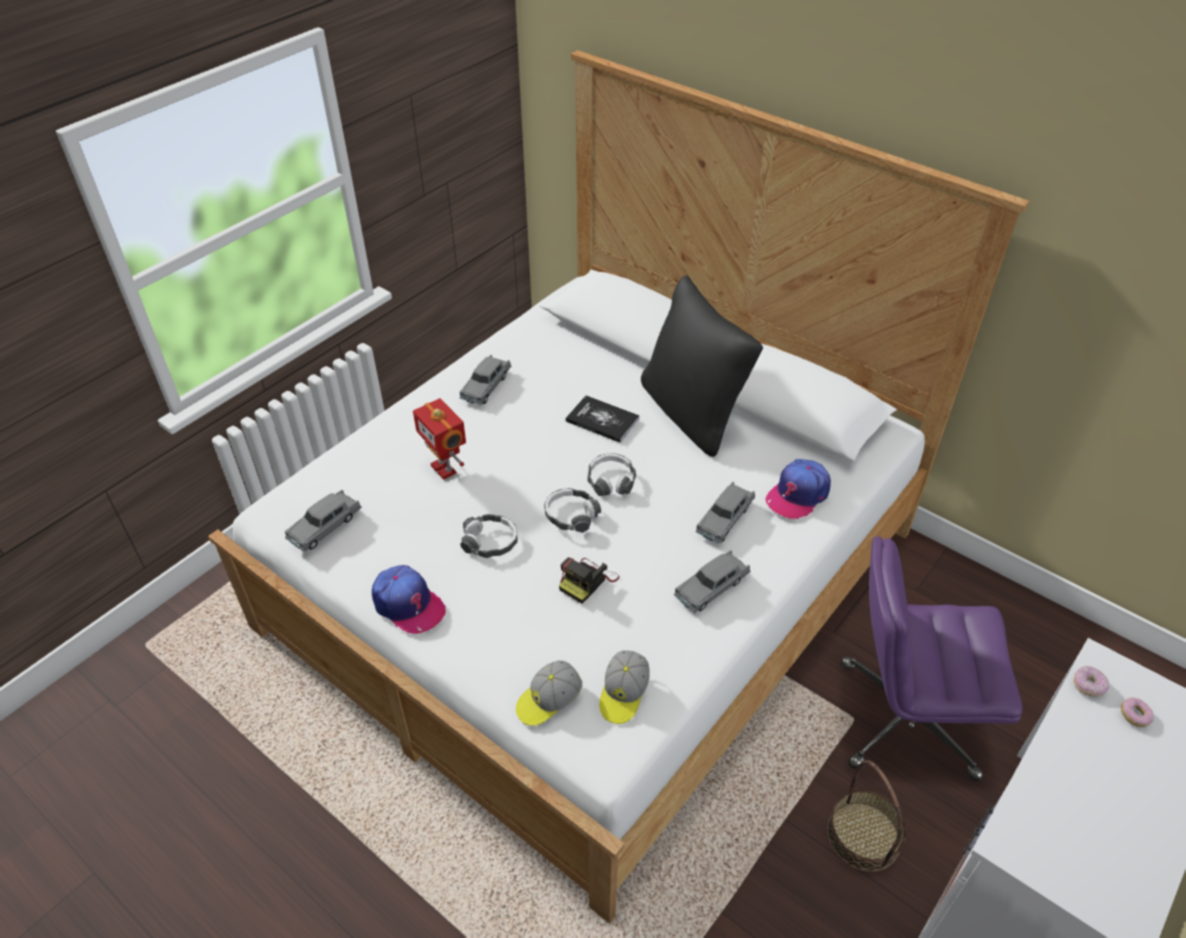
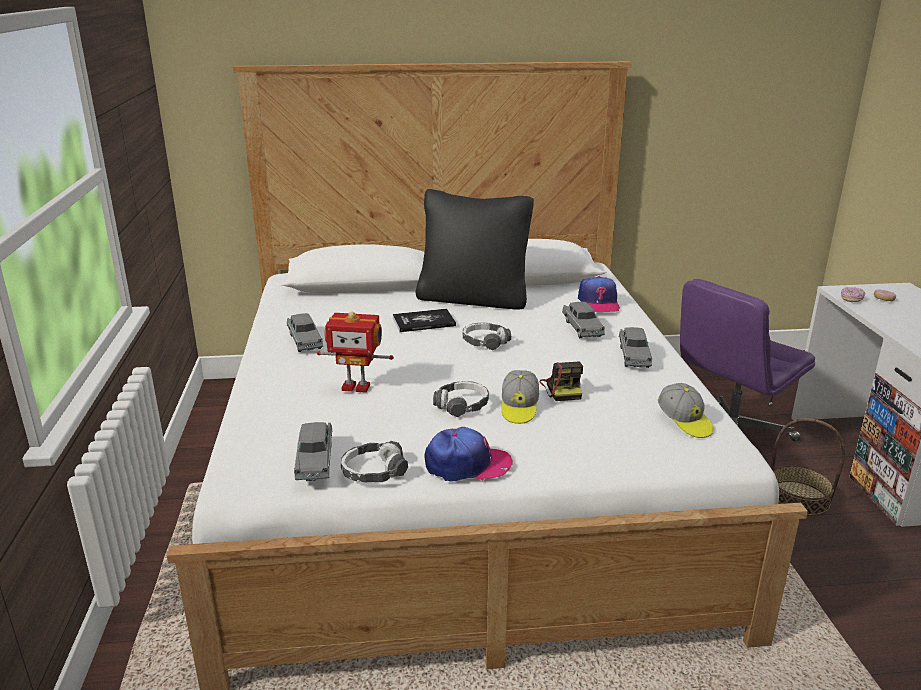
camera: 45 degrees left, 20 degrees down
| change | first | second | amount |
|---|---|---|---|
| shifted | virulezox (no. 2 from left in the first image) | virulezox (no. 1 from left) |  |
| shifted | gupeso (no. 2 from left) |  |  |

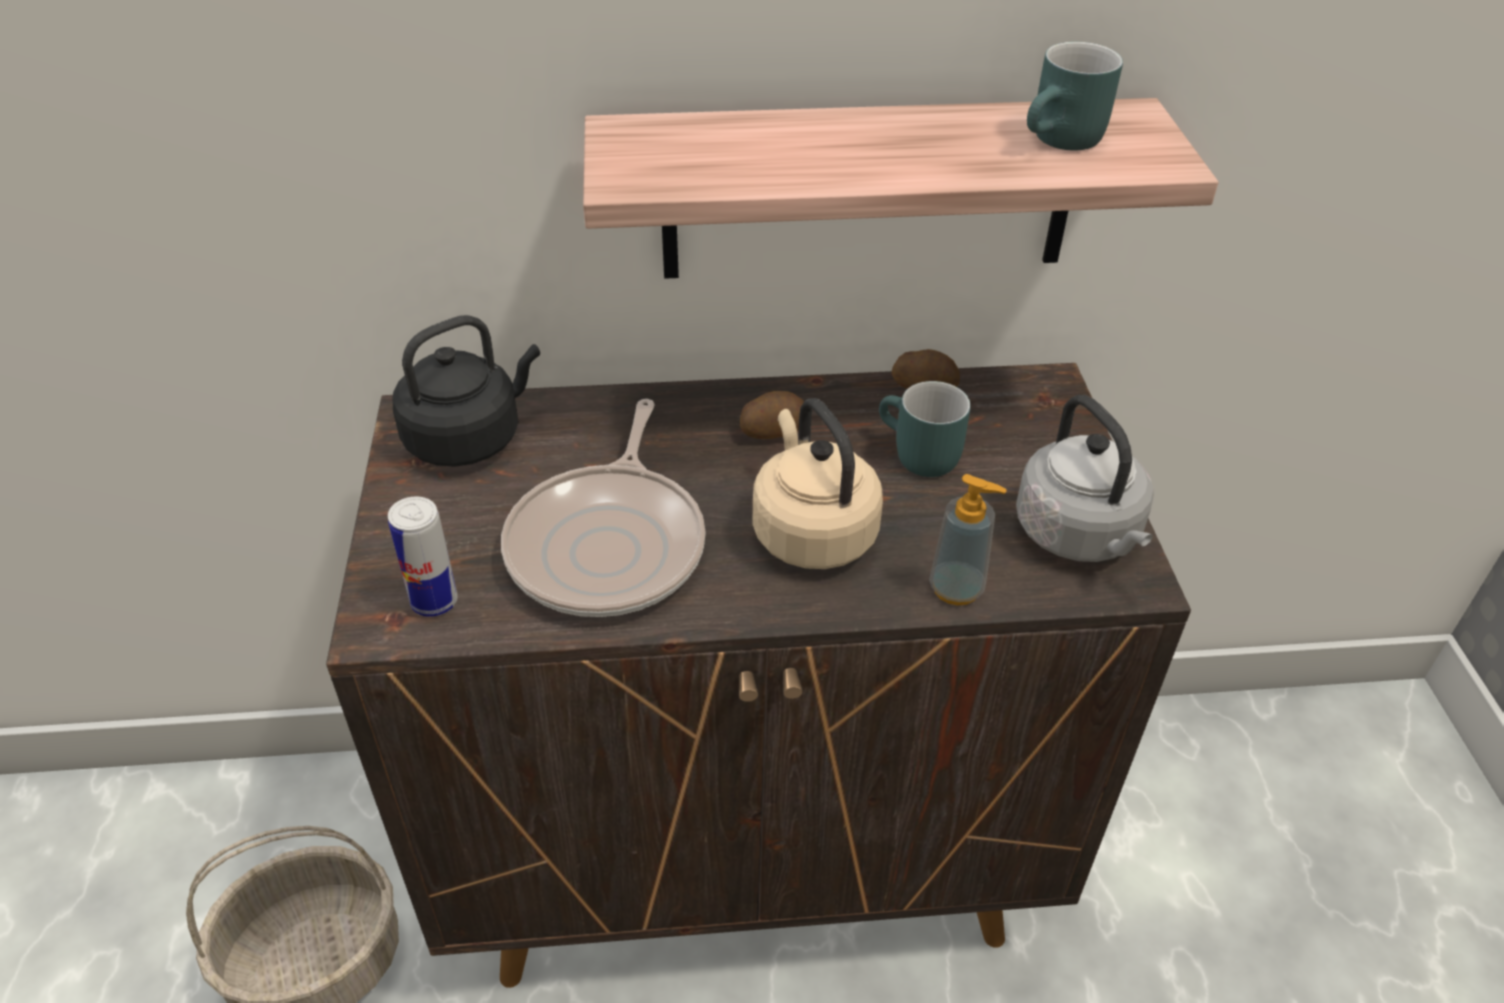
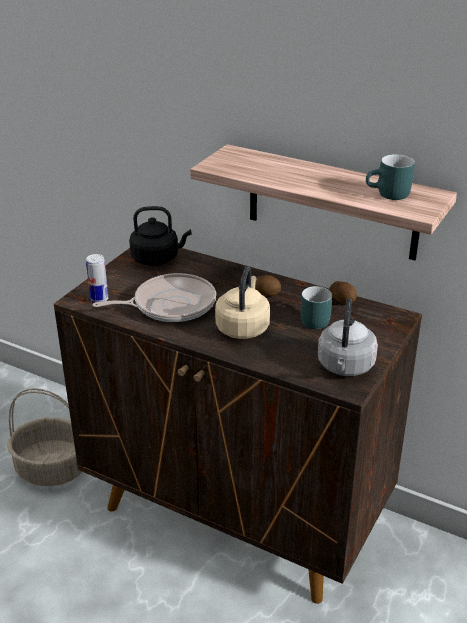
camera: 35 degrees right, 10 degrees down
| change | first | second | amount |
|---|---|---|---|
| rotated | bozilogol |  | 150 degrees counterclockwise |
| gone | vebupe |  |  |

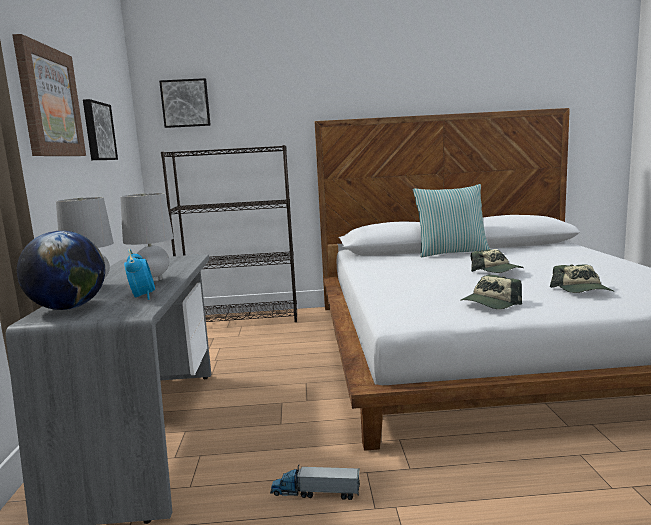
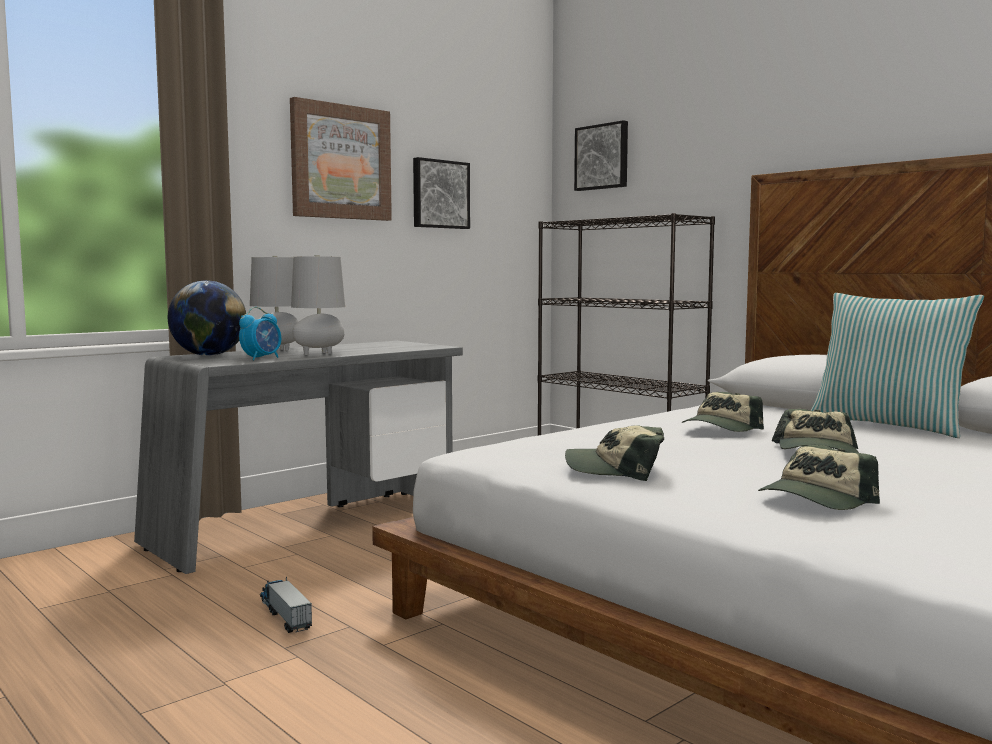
camera: 50 degrees right, 5 degrees down
| change | first | second | amount |
|---|---|---|---|
| new |  | gupeso (no. 2 from left) |  |

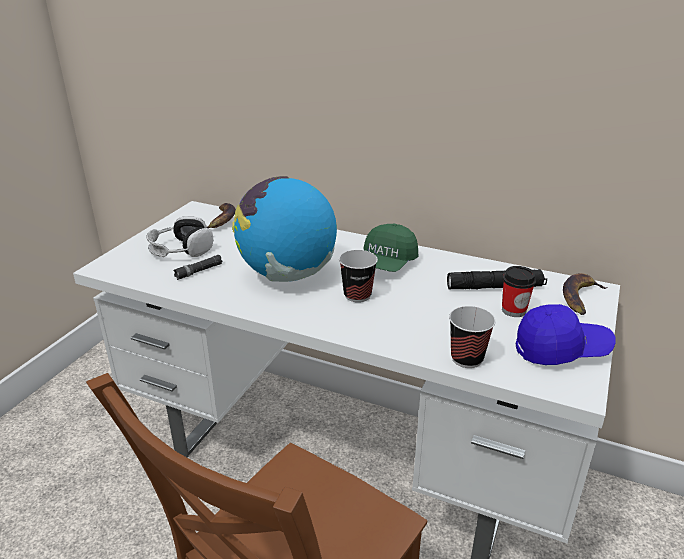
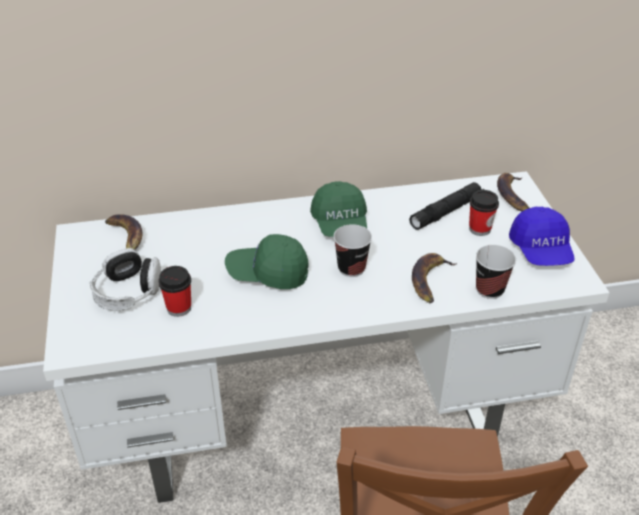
camera: 35 degrees left, 10 degrees up
| change | first | second | amount |
|---|---|---|---|
| swapped | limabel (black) (no. 1 from left) | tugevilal (no. 1 from left) |  |
| swapped | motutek | gupeso (green) (no. 1 from left) |  |
| new |  | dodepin (no. 2 from left) |  |
| rotated | gupeso (blue) |  | 120 degrees clockwise |

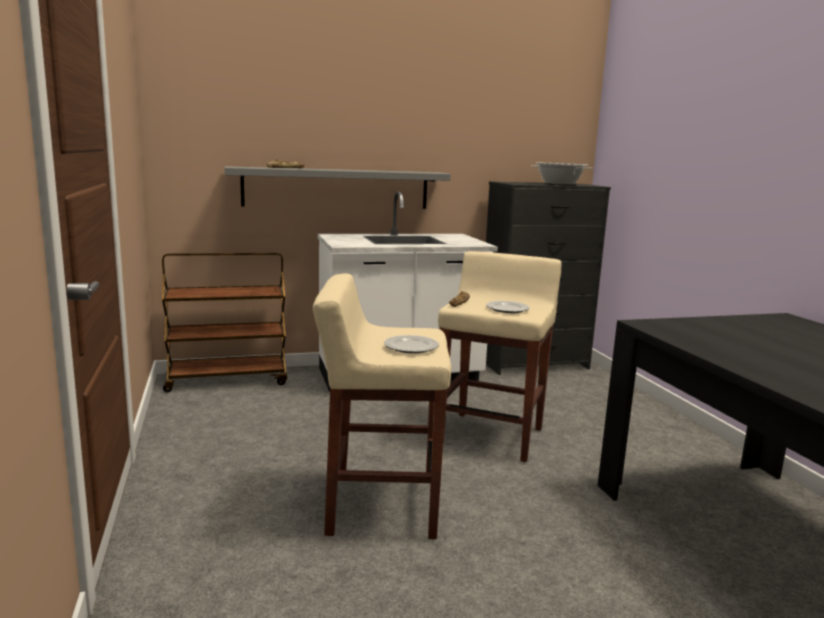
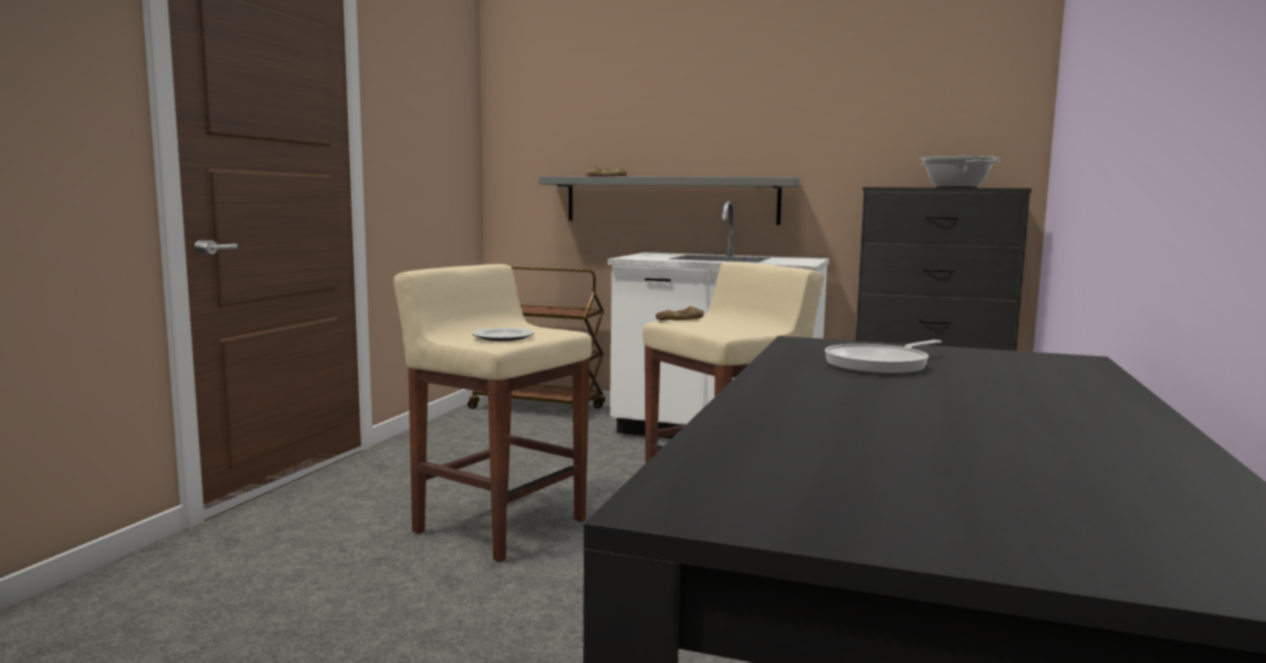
camera: 35 degrees right, 5 degrees down
| change | first | second | amount |
|---|---|---|---|
| new |  | bozilogol |  |
| gone | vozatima (no. 2 from left) |  |  |

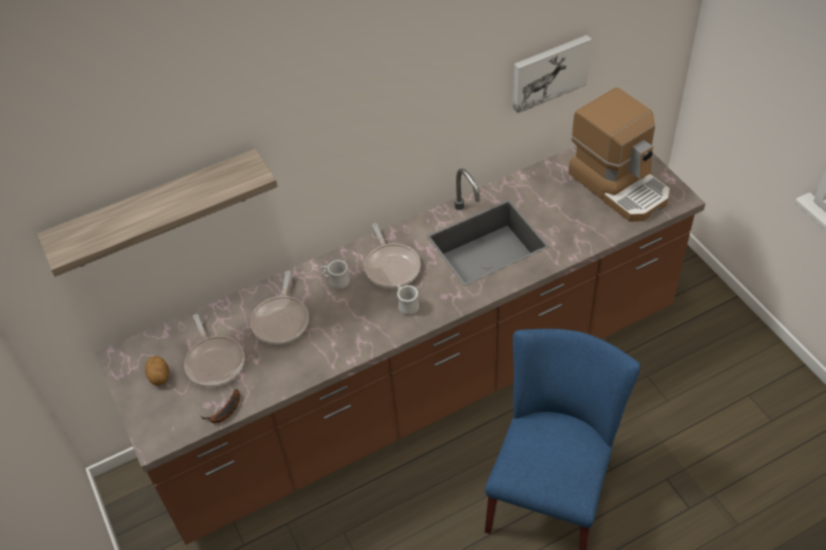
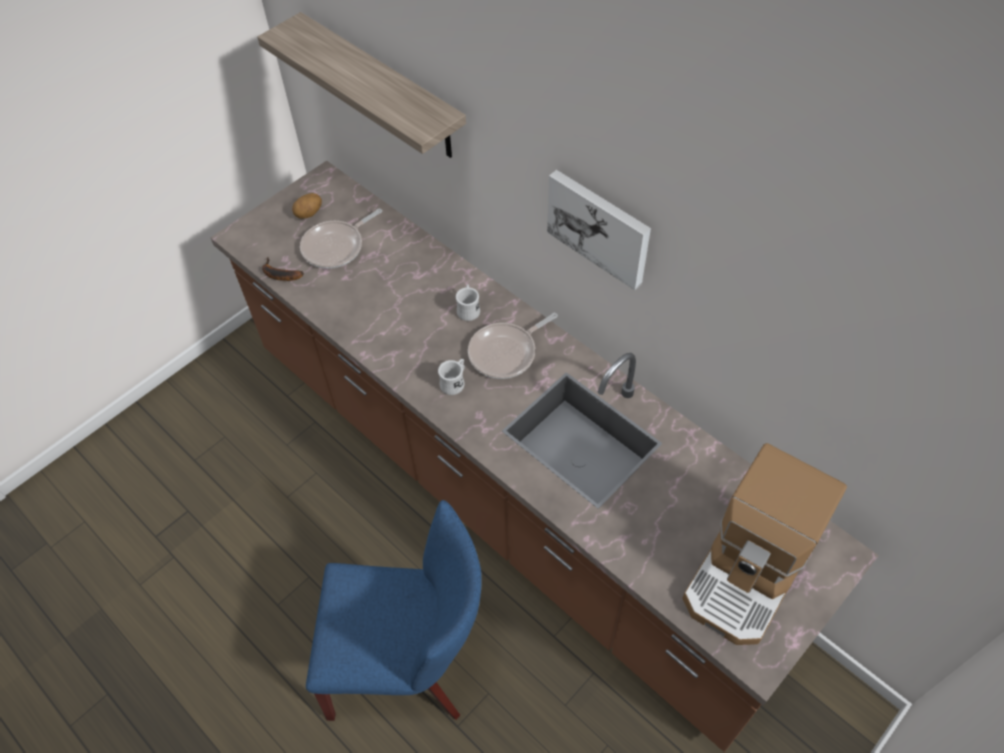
camera: 70 degrees right, 5 degrees up
| change | first | second | amount |
|---|---|---|---|
| shifted | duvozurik |  |  |
| gone | bozilogol (no. 2 from left) |  |  |

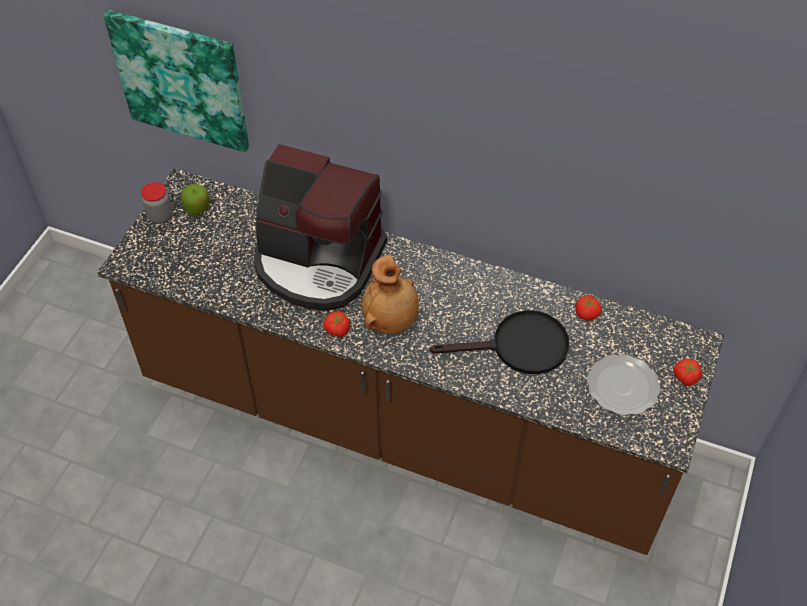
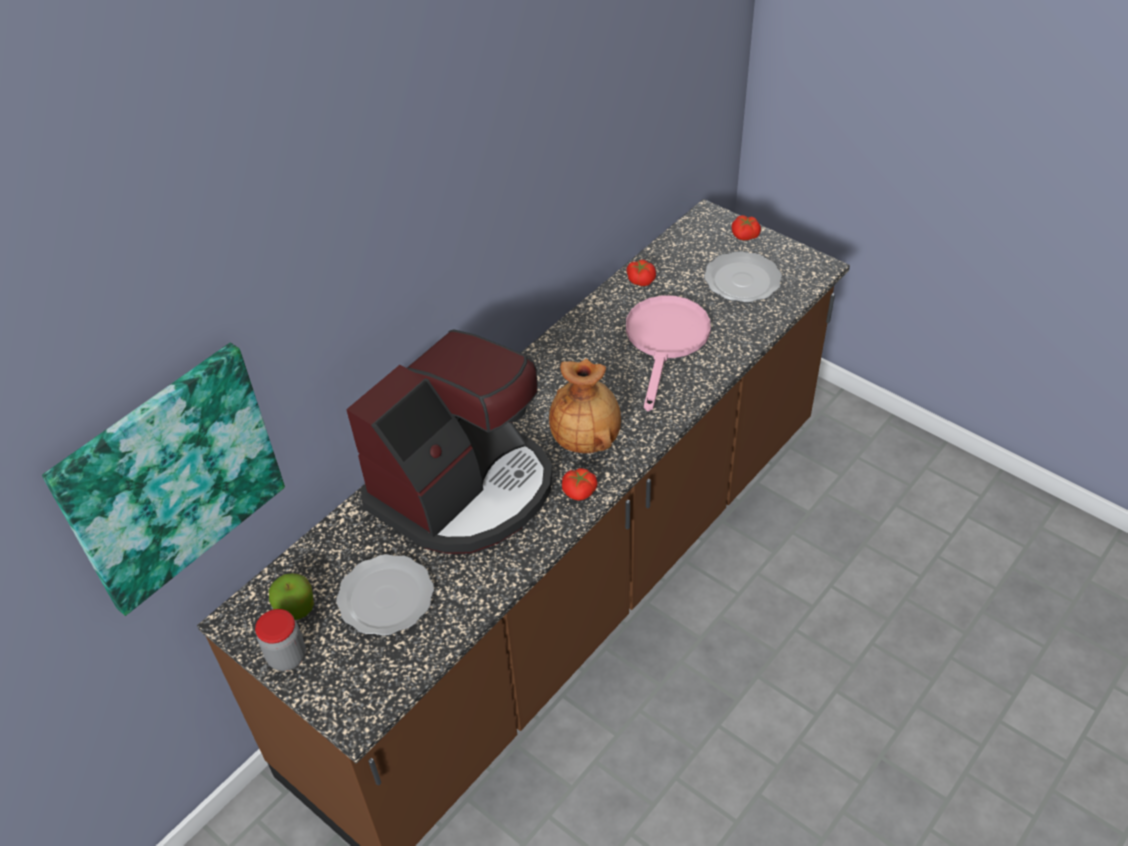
camera: 70 degrees left, 5 degrees down
| change | first | second | amount |
|---|---|---|---|
| new |  | vozatima (no. 1 from left) |  |
| repainted | bozilogol (black) | bozilogol (pink) |  |

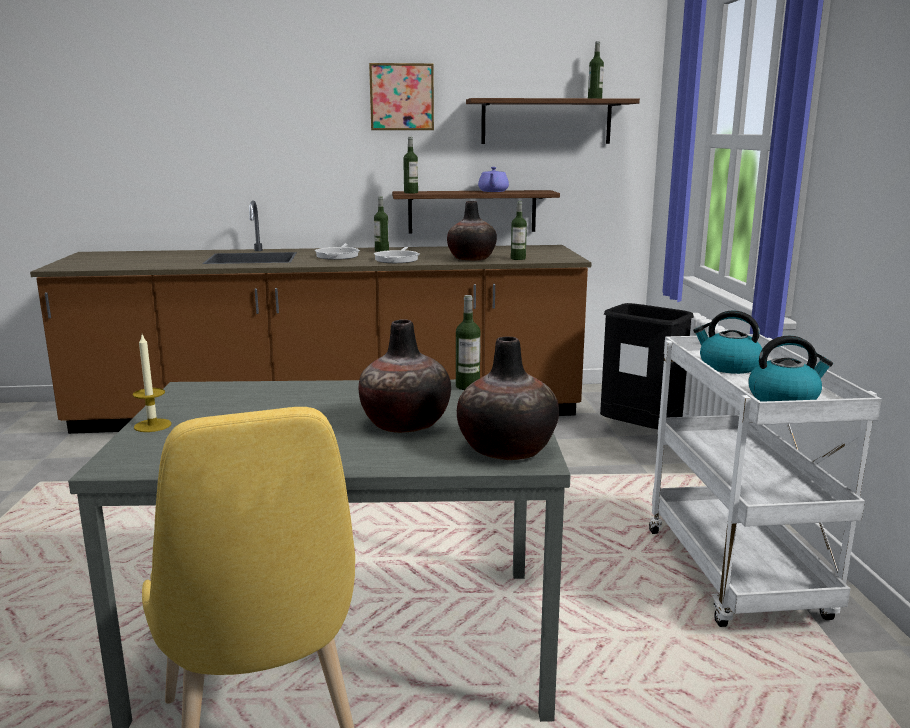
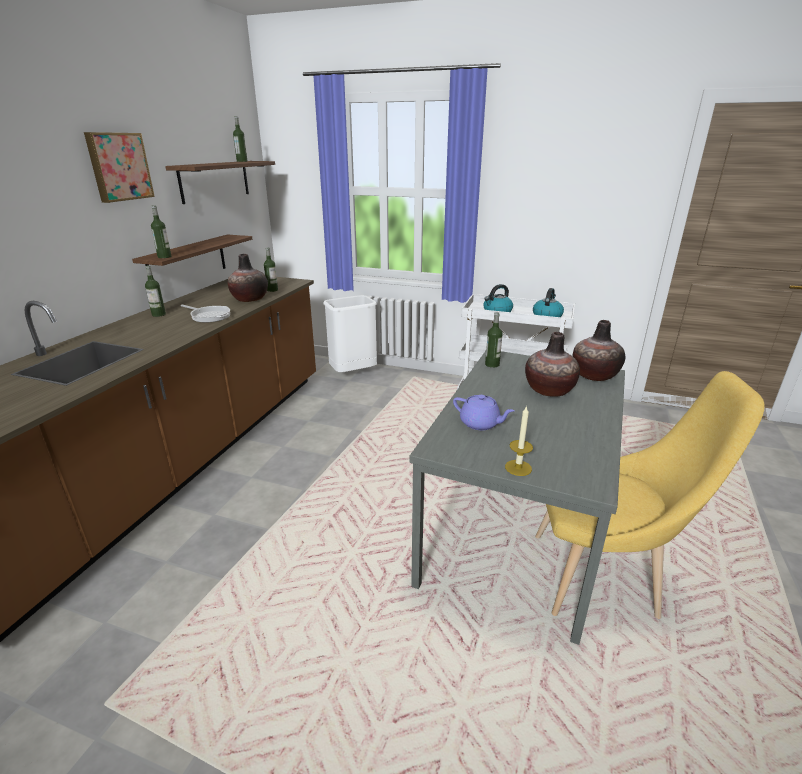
camera: 65 degrees left, 10 degrees up
| change | first | second | amount |
|---|---|---|---|
| repainted | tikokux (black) | tikokux (white) |  |
| shifted | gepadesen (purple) |  |  |
| gone | bozilogol (no. 1 from left) |  |  |

